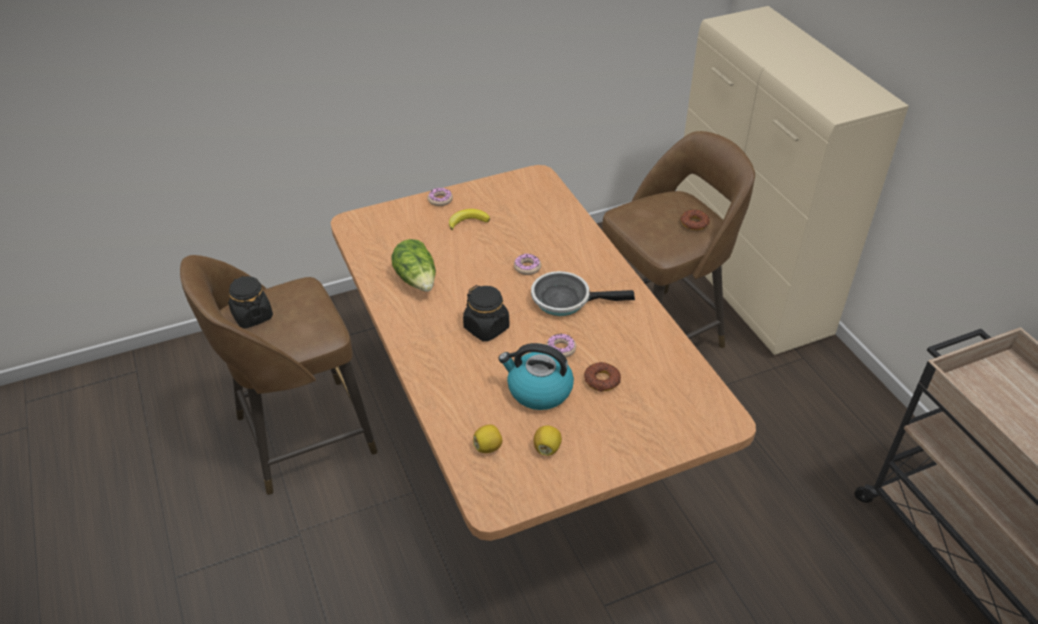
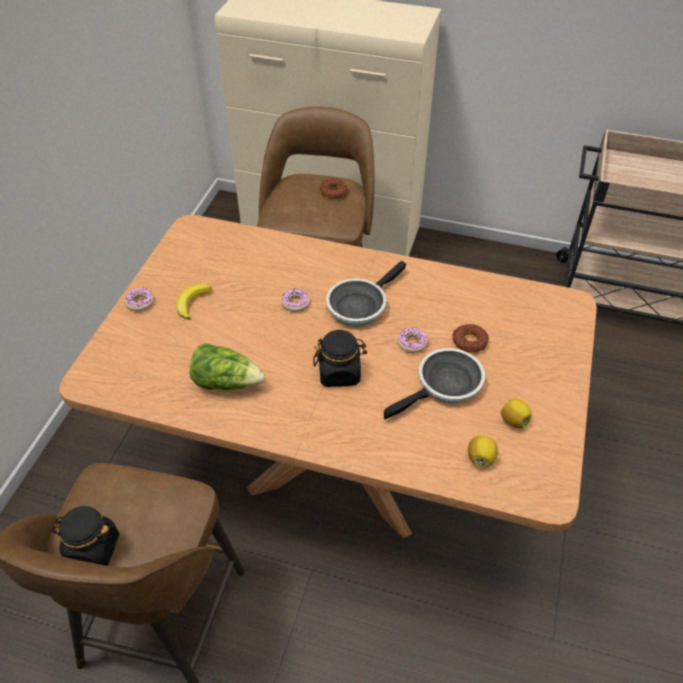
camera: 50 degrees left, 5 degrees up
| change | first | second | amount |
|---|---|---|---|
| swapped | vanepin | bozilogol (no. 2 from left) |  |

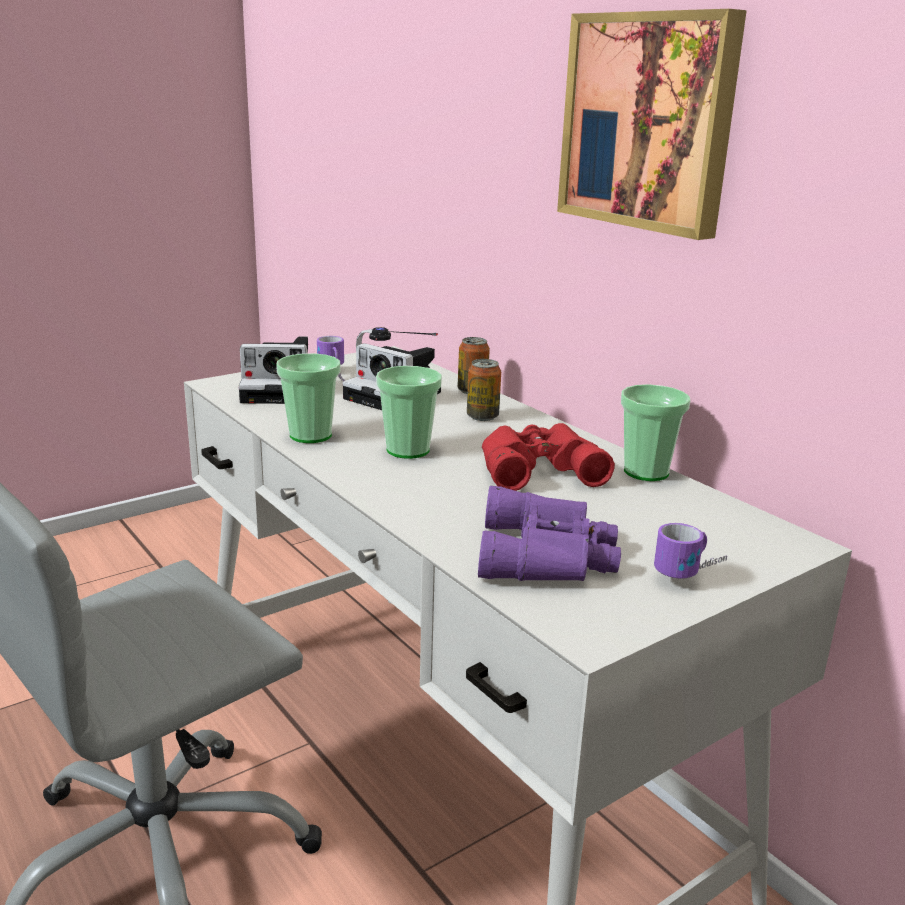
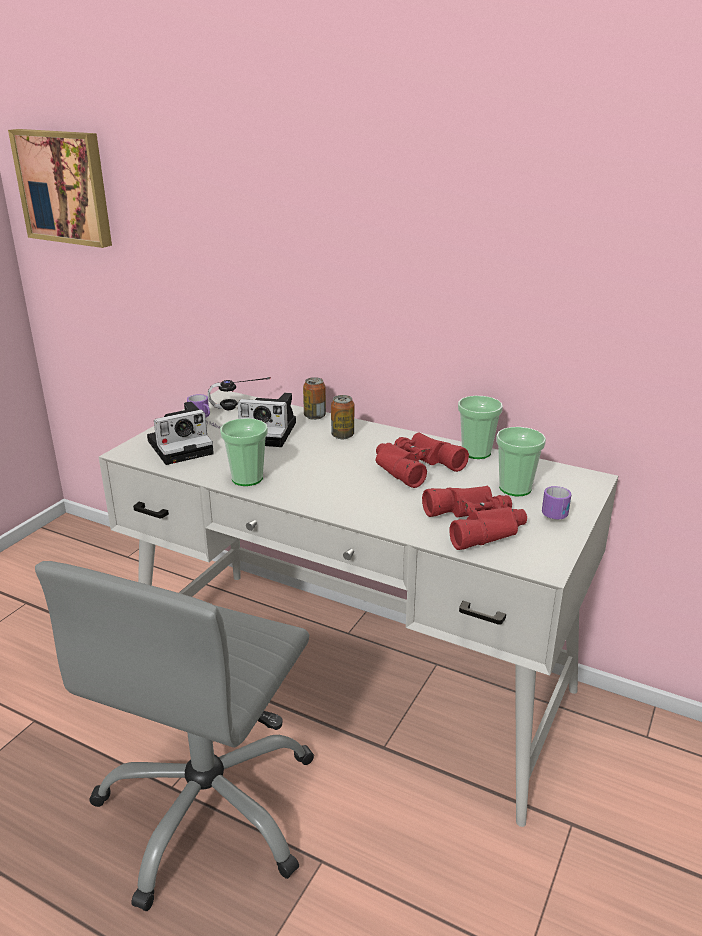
camera: 25 degrees left, 5 degrees up
| change | first | second | amount |
|---|---|---|---|
| shifted | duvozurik |  |  |
| repainted | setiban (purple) | setiban (red) (no. 2 from left) |  |
| shifted | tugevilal (no. 2 from left in the first image) | tugevilal (no. 3 from left) |  |

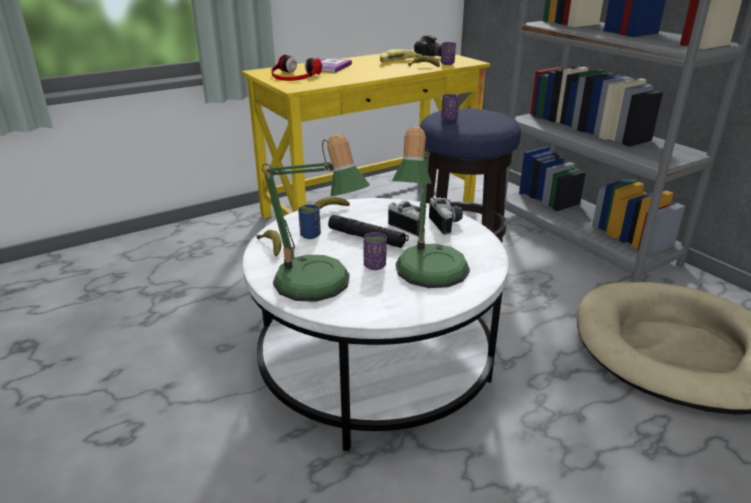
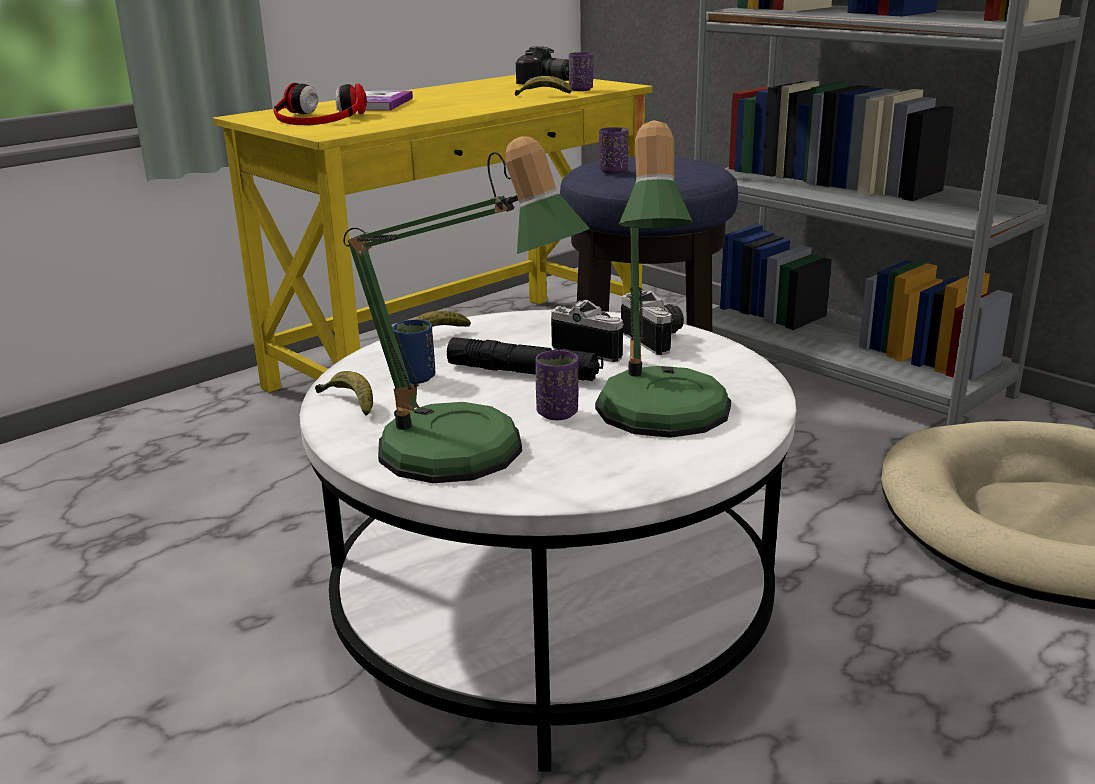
camera: 10 degrees left, 5 degrees down
| change | first | second | amount |
|---|---|---|---|
| gone | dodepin (no. 3 from left) |  |  |

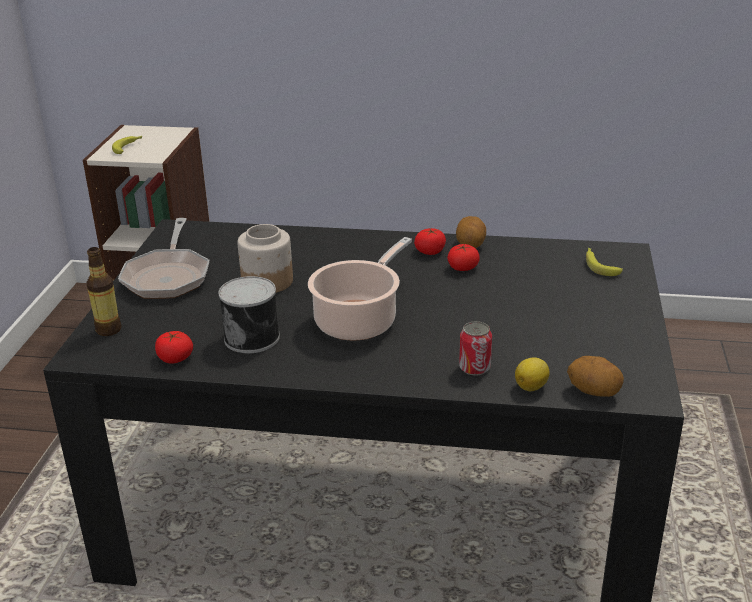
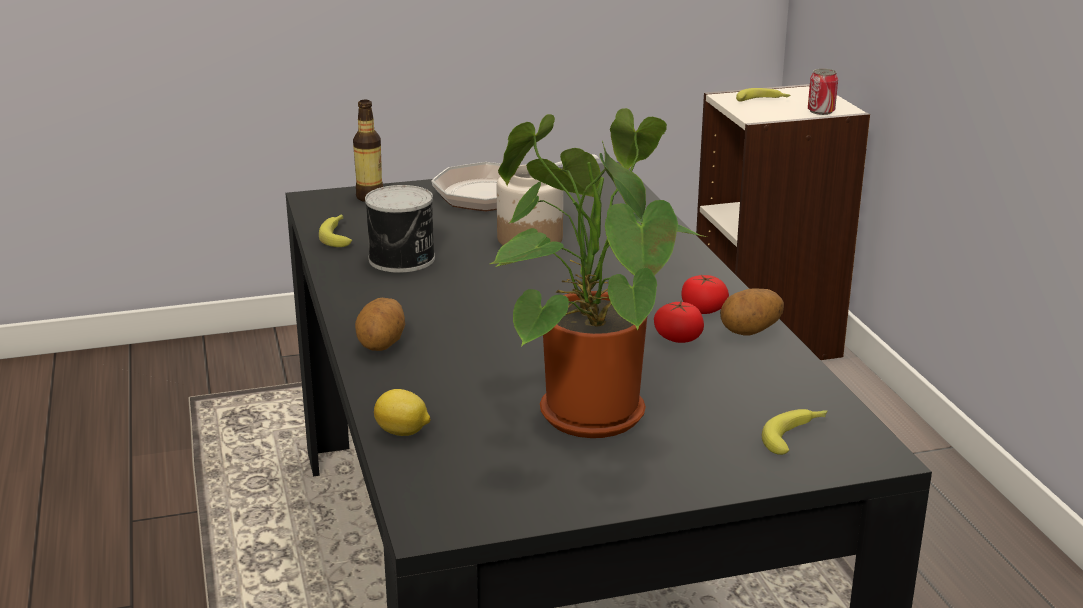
camera: 65 degrees right, 5 degrees down
| change | first | second | amount |
|---|---|---|---|
| swapped | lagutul (no. 1 from left) | dodepin (no. 1 from left) |  |
| shifted | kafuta (no. 2 from left in the first image) | kafuta (no. 1 from left) |  |
| new |  | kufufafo |  |
| shifted | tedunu (no. 2 from left) |  |  |
| gone | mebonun |  |  |

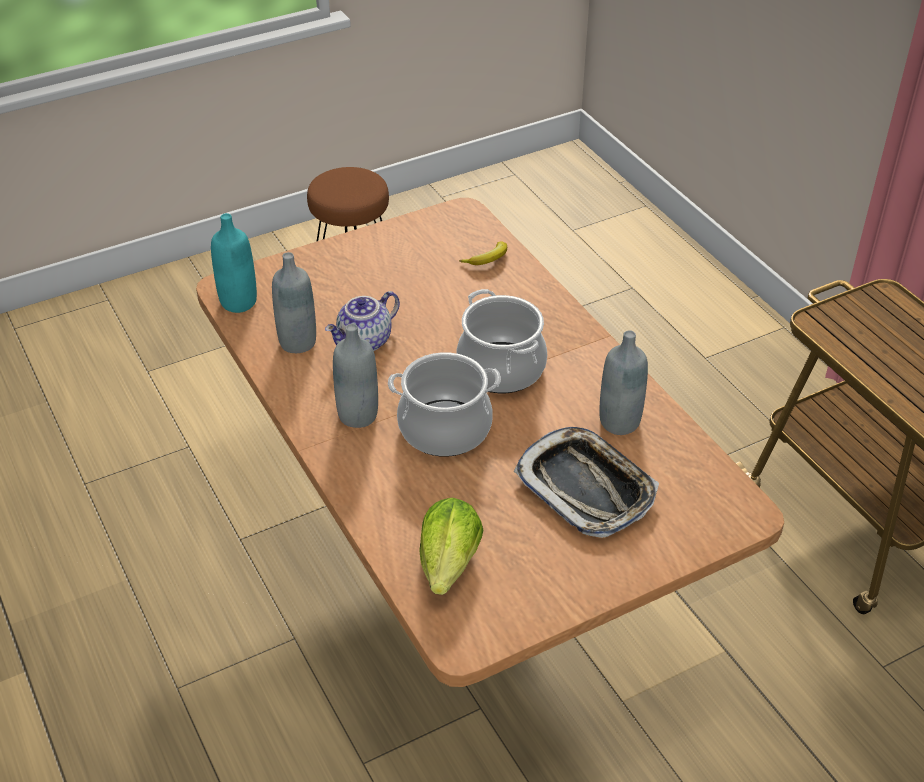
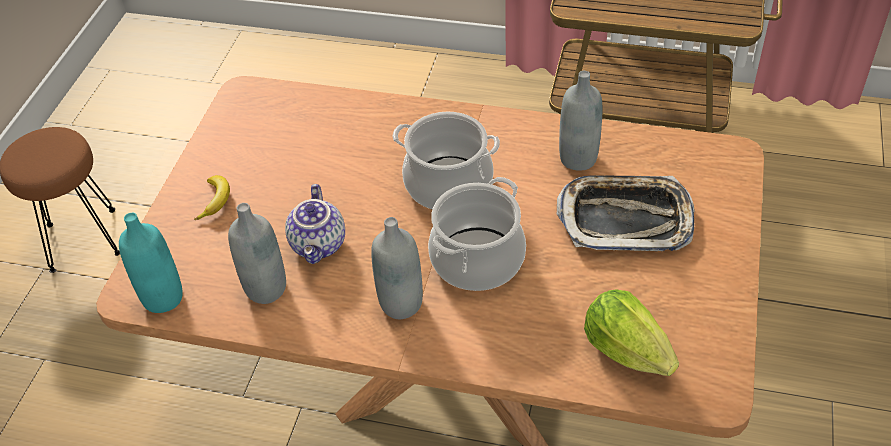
camera: 45 degrees left, 5 degrees up
| change | first | second | amount |
|---|---|---|---|
| shifted | dodepin |  |  |

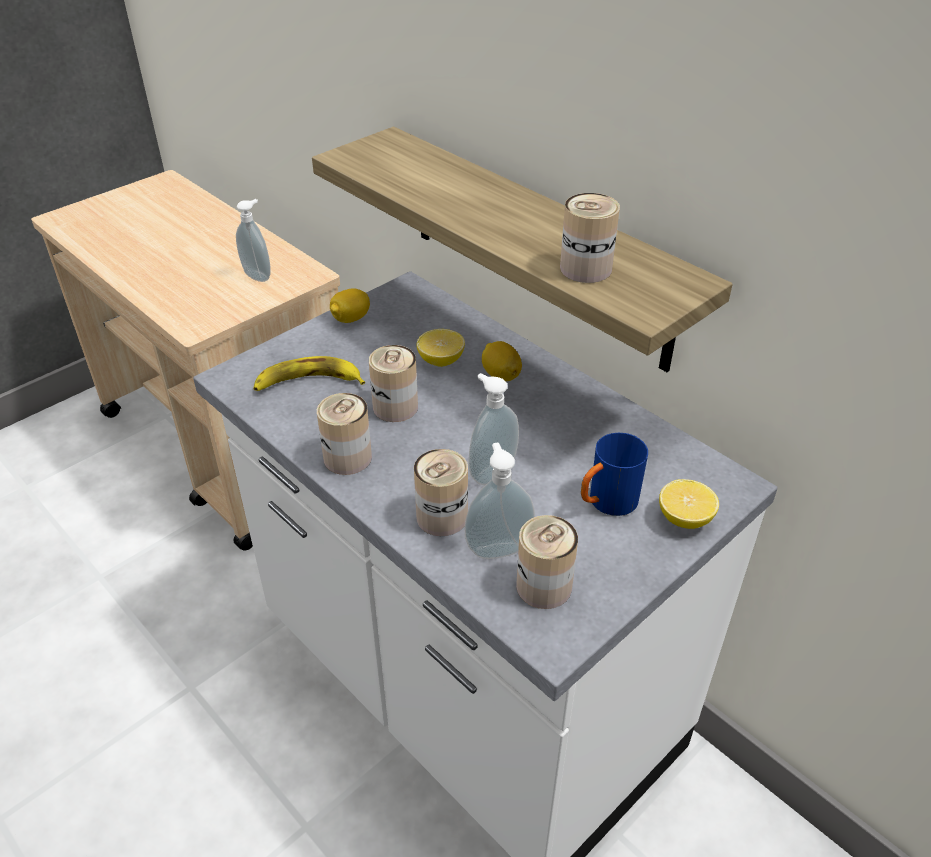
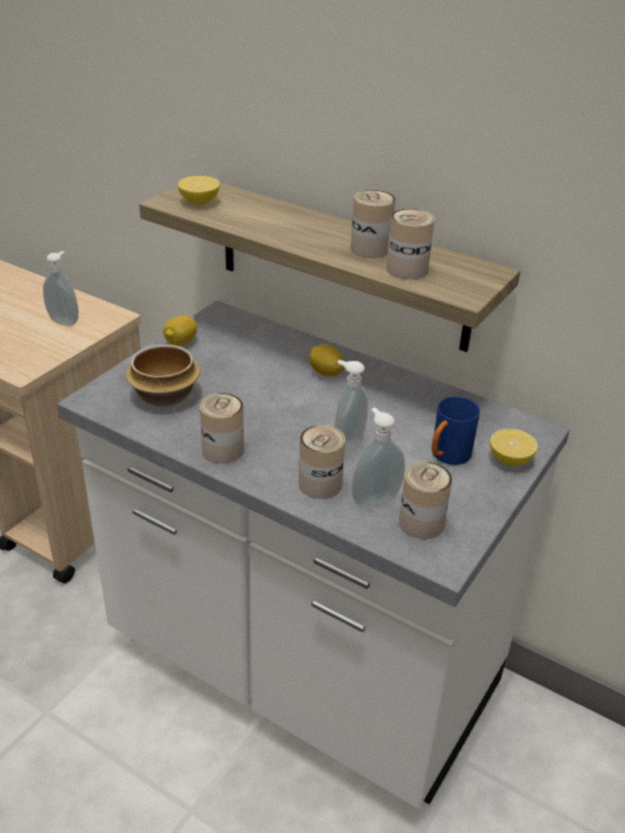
camera: 15 degrees left, 5 degrees down
| change | first | second | amount |
|---|---|---|---|
| swapped | dodepin | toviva |  |
| shifted | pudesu (no. 2 from left) |  |  |
| shifted | tedunu (no. 2 from left in the first image) | tedunu (no. 3 from left) |  |

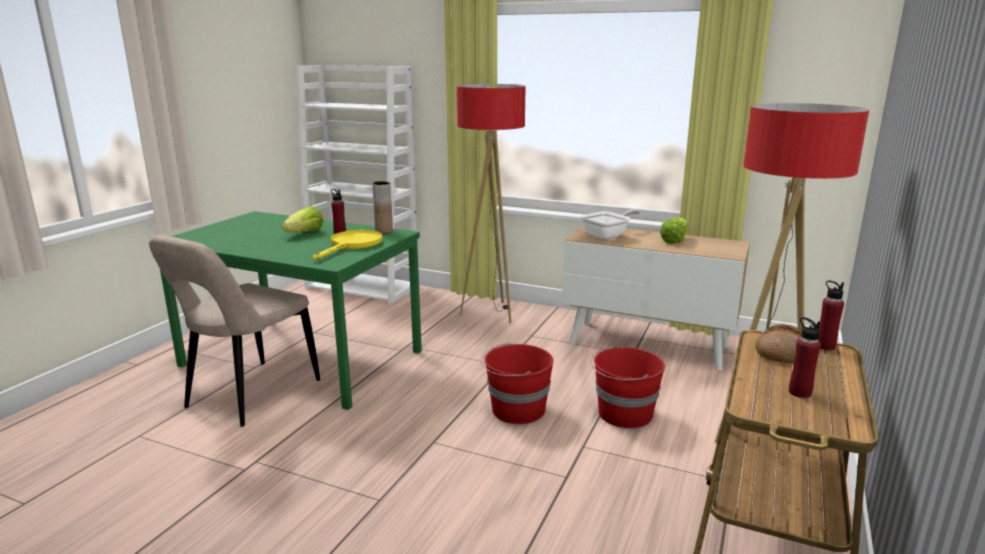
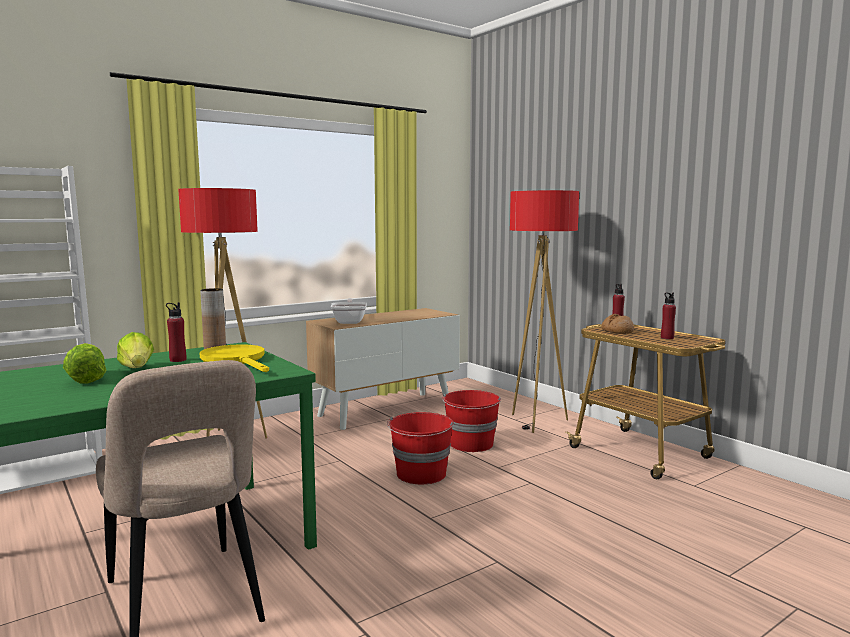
camera: 60 degrees left, 10 degrees down
| change | first | second | amount |
|---|---|---|---|
| shifted | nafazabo (no. 2 from left in the first image) | nafazabo (no. 1 from left) |  |

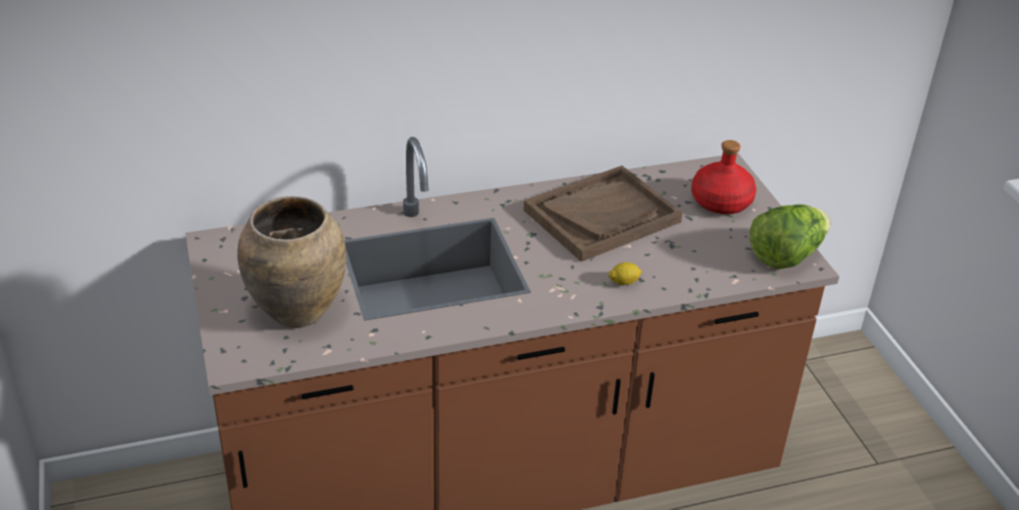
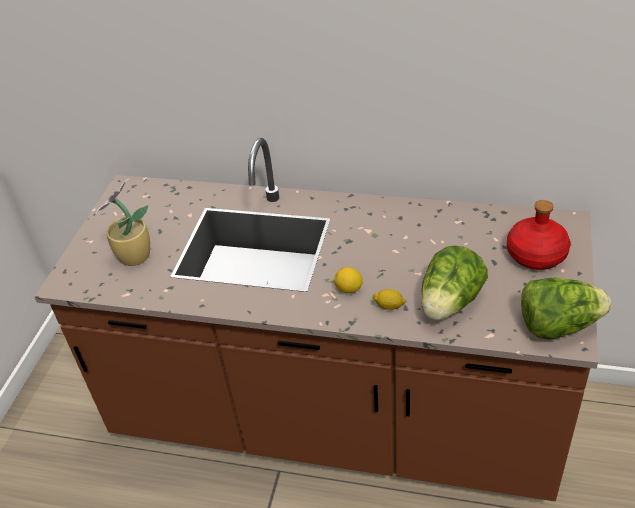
camera: 35 degrees right, 5 degrees up
| change | first | second | amount |
|---|---|---|---|
| swapped | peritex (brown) | kufufafo |  |
| new |  | pudesu (no. 1 from left) |  |
| new |  | nafazabo (no. 1 from left) |  |
| gone | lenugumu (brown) |  |  |

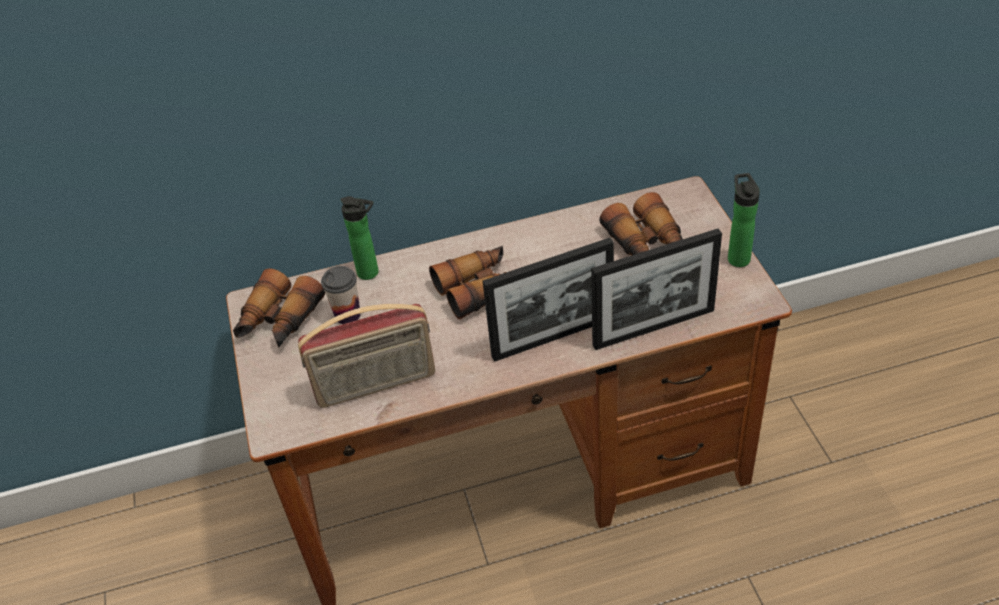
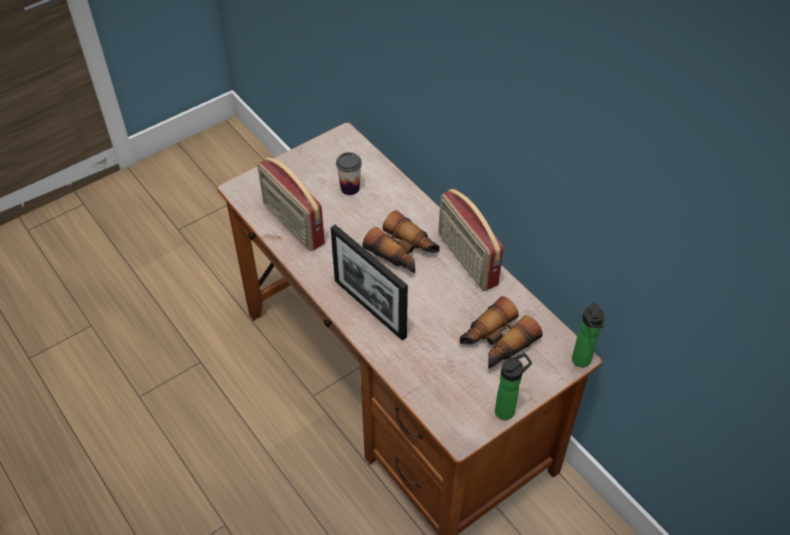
camera: 65 degrees right, 5 degrees up
| change | first | second | amount |
|---|---|---|---|
| new |  | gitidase (no. 2 from left) |  |
| shifted | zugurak (no. 1 from left in the first image) | zugurak (no. 2 from left) |  |
| gone | setiban (no. 1 from left) |  |  |
| gone | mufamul (no. 2 from left) |  |  |

